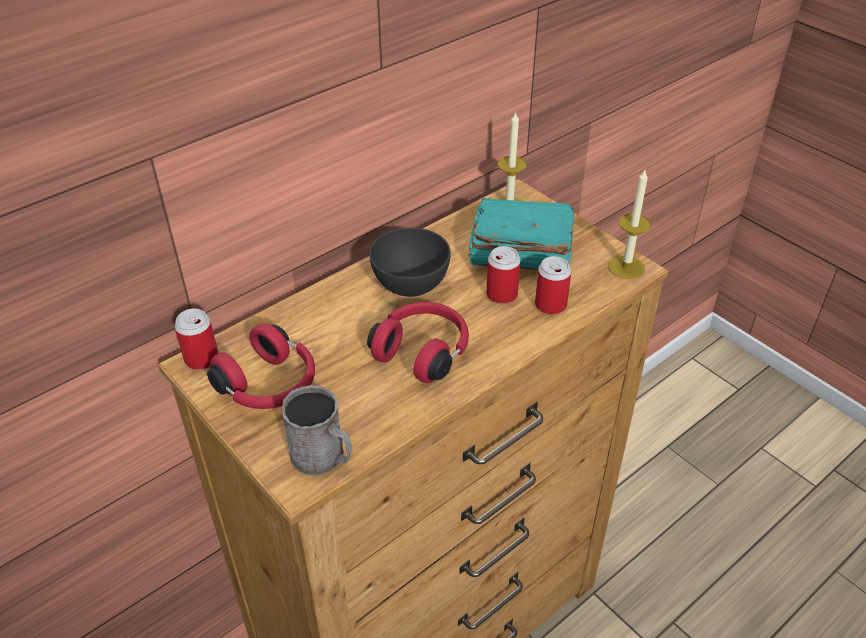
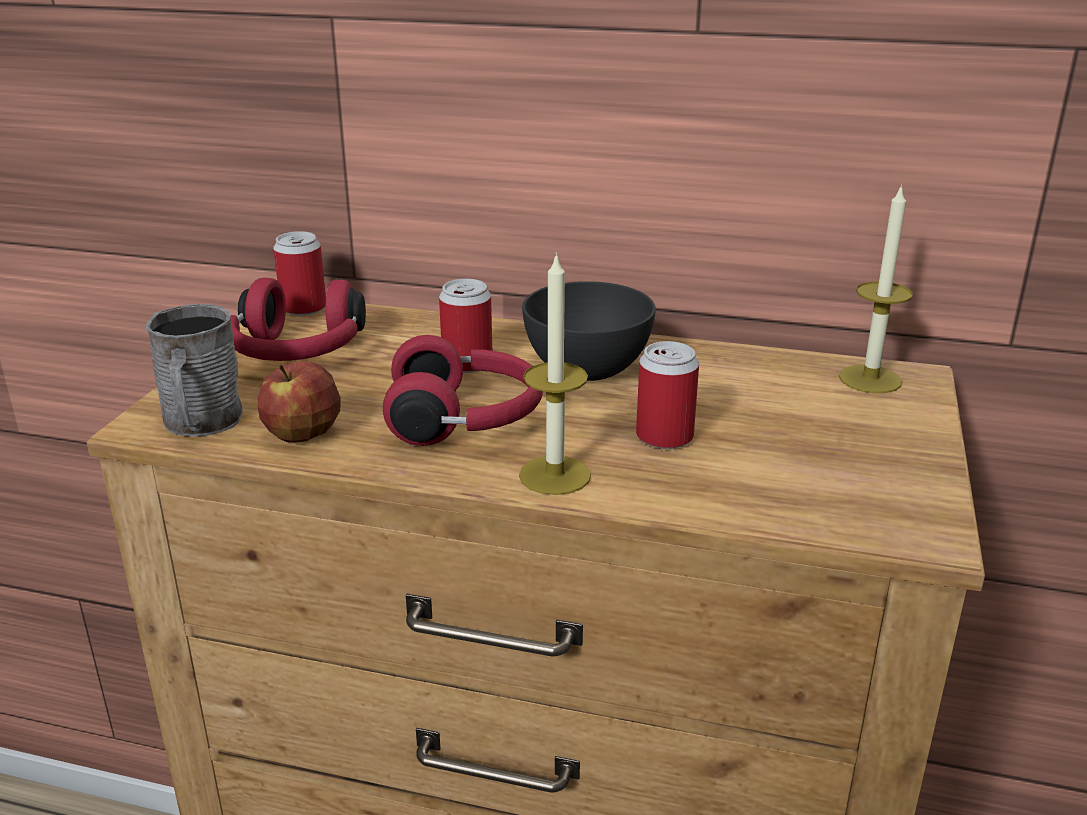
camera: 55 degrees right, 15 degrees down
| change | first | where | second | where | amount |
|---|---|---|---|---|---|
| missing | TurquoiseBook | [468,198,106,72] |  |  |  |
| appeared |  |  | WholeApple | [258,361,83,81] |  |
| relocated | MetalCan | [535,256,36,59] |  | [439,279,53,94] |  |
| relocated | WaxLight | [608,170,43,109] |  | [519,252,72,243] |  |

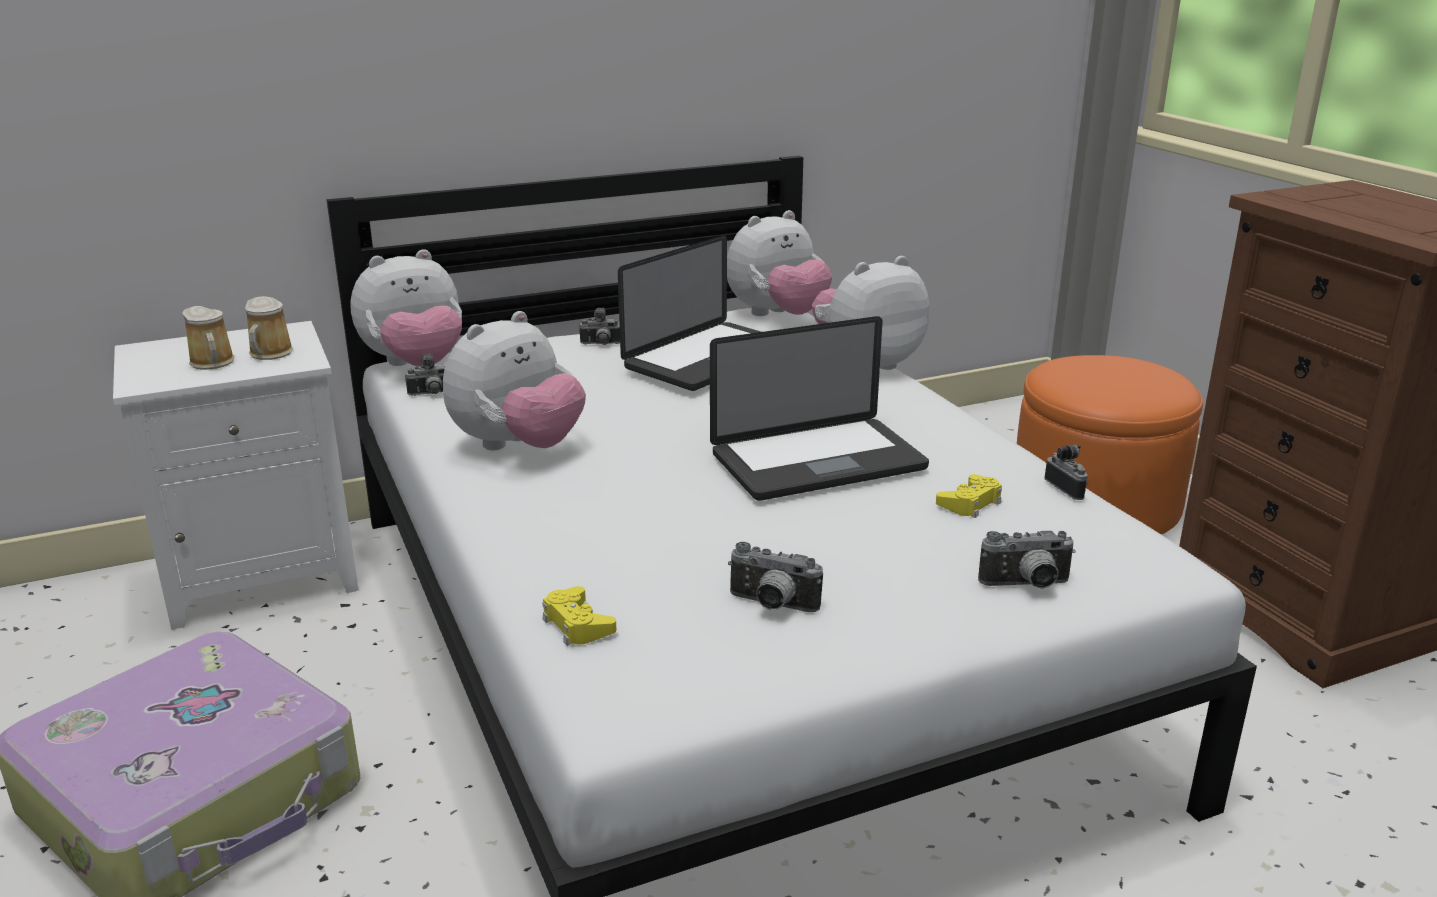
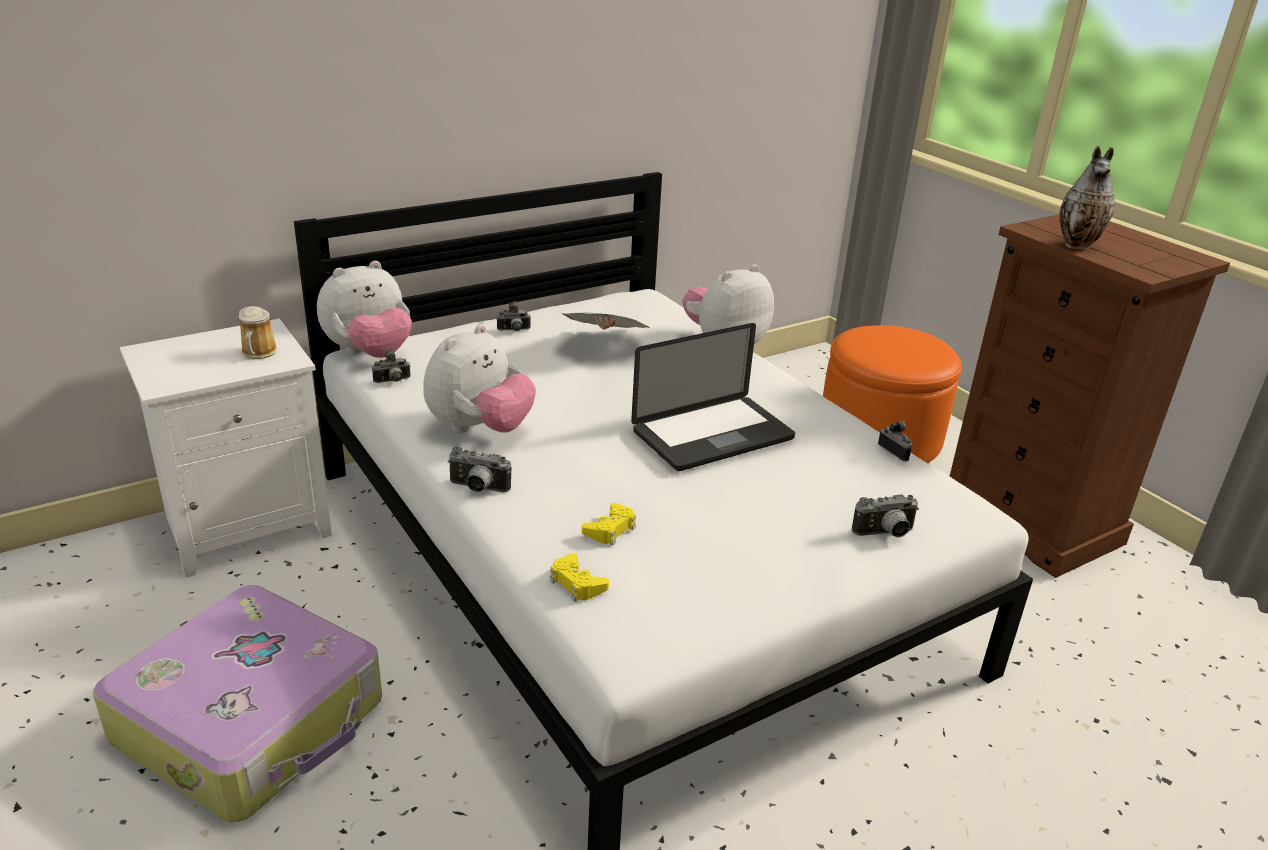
camera: 10 degrees left, 5 degrees up
| change | first | where | second | where | amount |
|---|---|---|---|---|---|
| missing | Mug | [182,306,53,64] |  |  |  |
| missing | PlushToy | [727,210,105,106] |  |  |  |
| appeared |  |  | DecorativeVase | [1059,146,56,104] |  |
| relocated | StillCamera | [728,542,95,70] |  | [447,447,64,45] |  |
| relocated | YellowColouredGamepad | [936,474,66,44] |  | [582,503,54,42] |  |
| exchanged | Laptop | [618,235,143,156] | Newspaper | [560,313,89,17] |  |

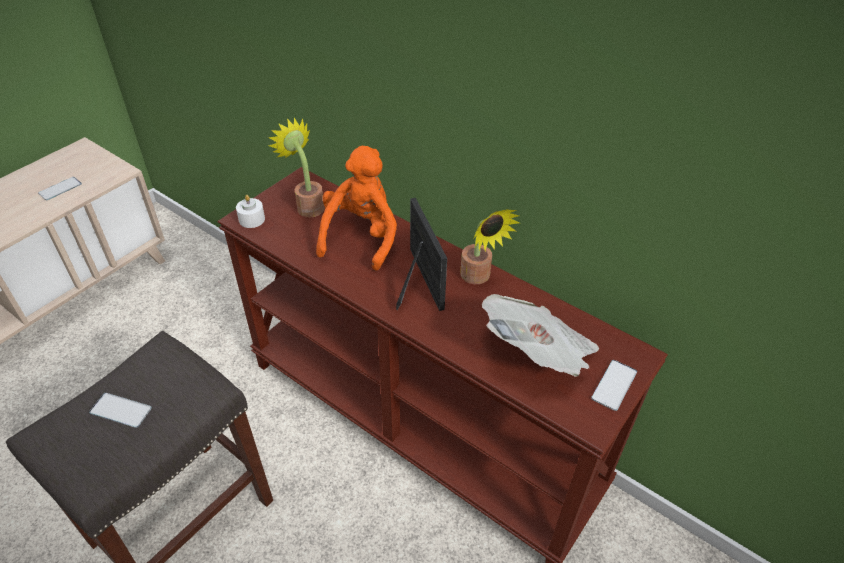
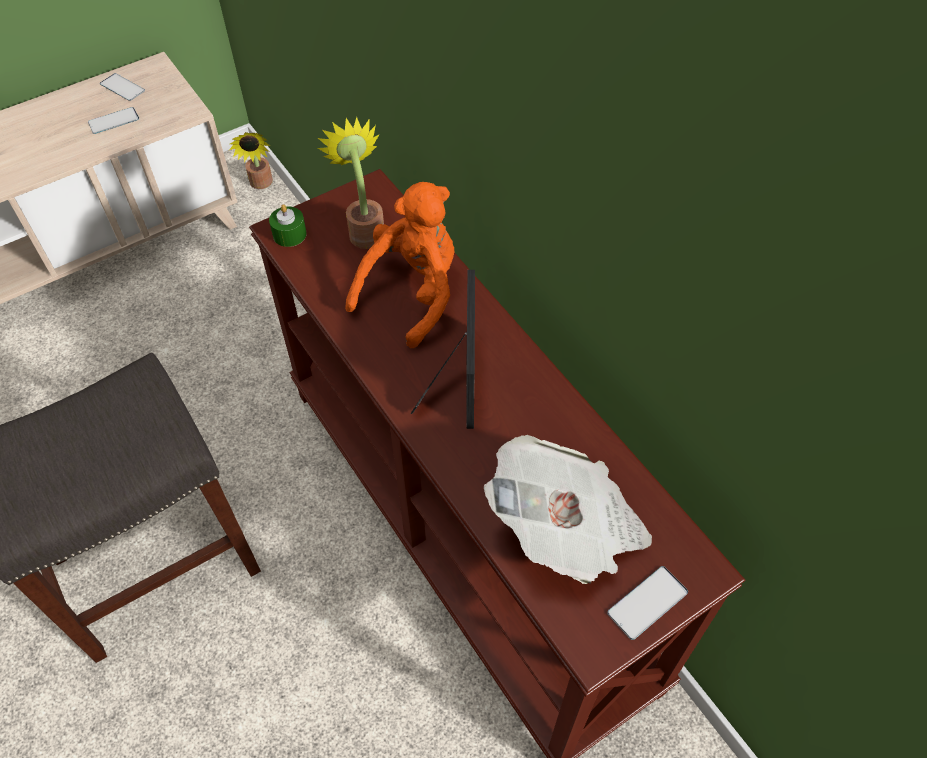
camera: 20 degrees right, 10 degrees up
| change | first | where | second | where | amount |
|---|---|---|---|---|---|
| relocated | Telephone | [89,393,63,35] |  | [100,73,45,28] |  |
| relocated | Houseplant | [460,209,60,75] |  | [229,132,44,57] |  |
| colour | WhitishWaxLight | [236,195,29,33] | GreenishWaxLight | [269,204,38,43] |  |

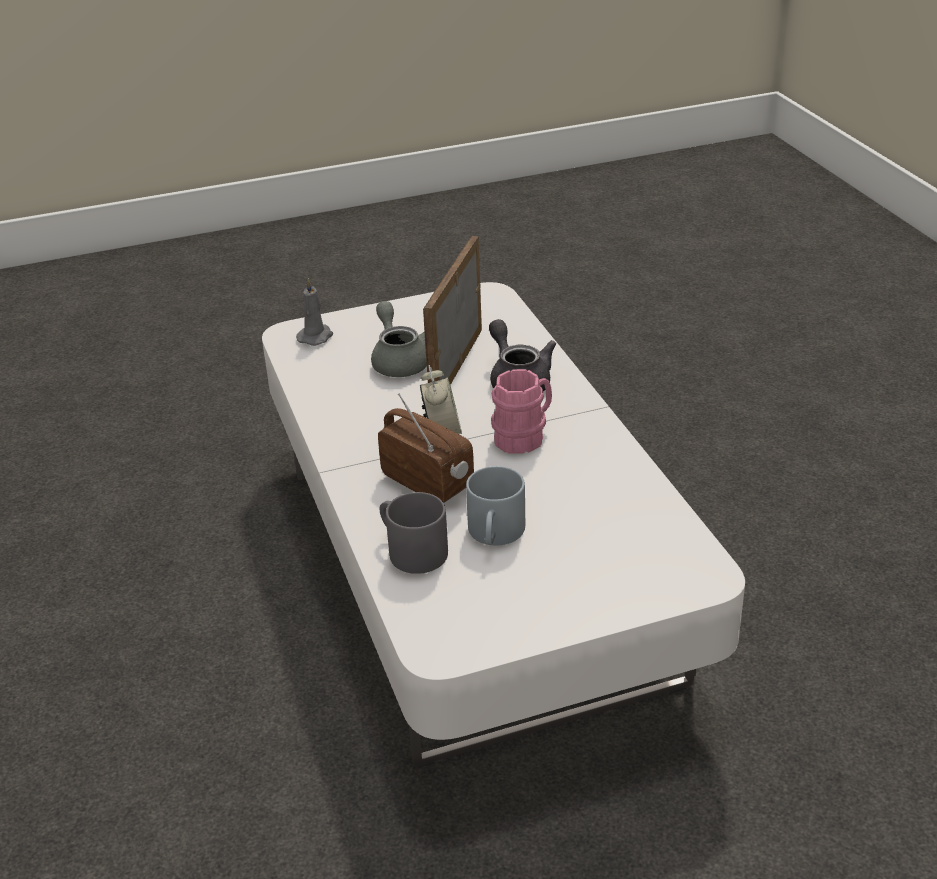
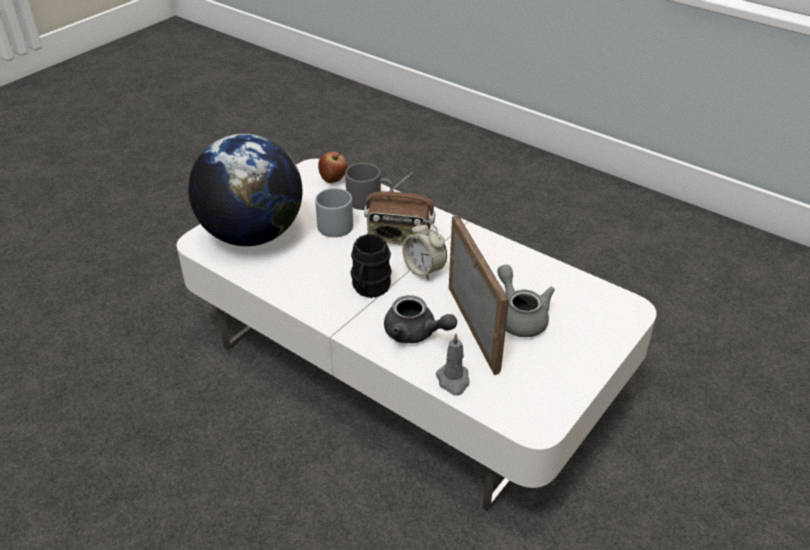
camera: 145 degrees right, 5 degrees up
| change | first | where | second | where | amount |
|---|---|---|---|---|---|
| appeared |  |  | WorldGlobe | [188,134,114,112] |  |
| appeared |  |  | WholeApple | [318,152,29,31] |  |
| relocated | GreyishWaxLight | [296,278,37,68] |  | [436,333,34,63] |  |
| colour | PinkColouredMug | [491,369,61,85] | BlackMug | [350,234,42,64] |  |
| spun | GreyishTeaPot | [371,301,56,76] |  | [497,264,58,73] | 150 degrees counterclockwise |

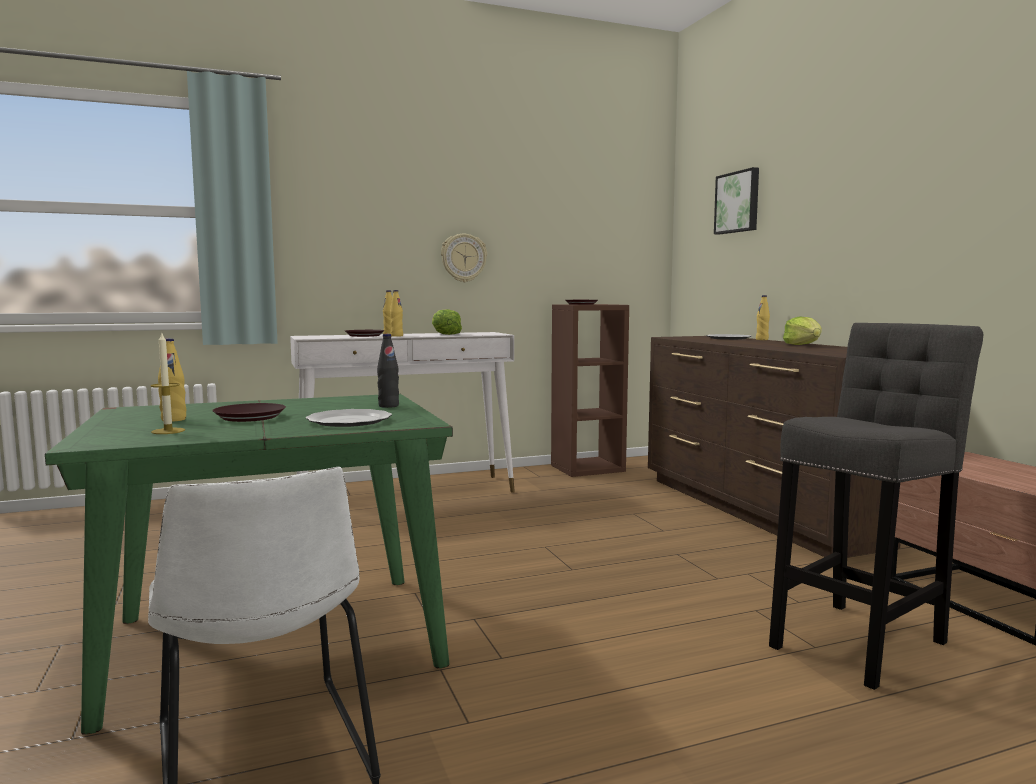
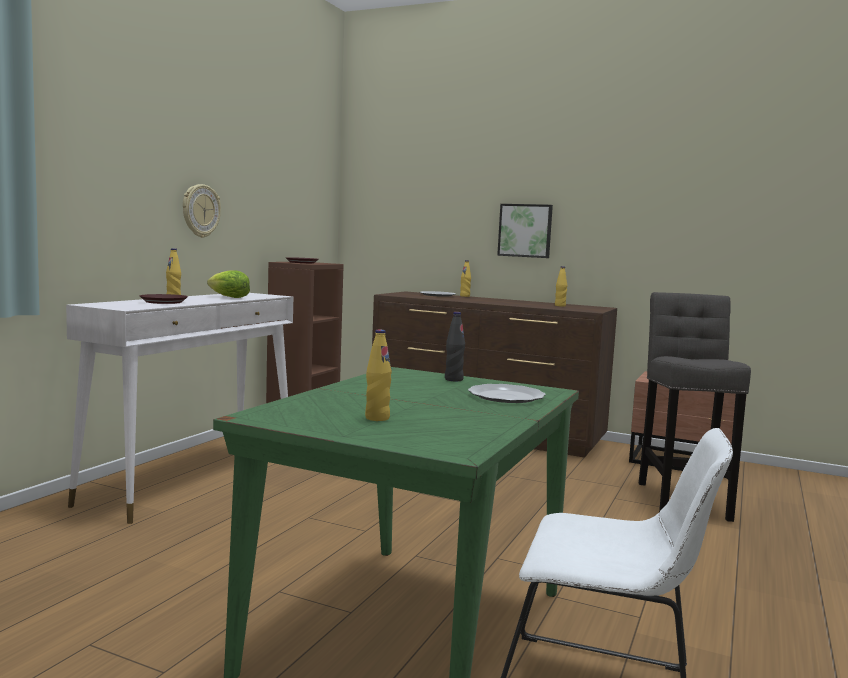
camera: 45 degrees left, 0 degrees up
| change | first | where | second | where | amount |
|---|---|---|---|---|---|
| missing | WaxLight | [151,333,34,101] |  |  |  |
| missing | BrownColouredFlatDish | [212,403,74,19] |  |  |  |
| missing | LettuceHead | [783,317,39,28] |  |  |  |
| relocated | YellowColouredDrinkBottle | [390,290,13,47] |  | [555,266,12,41] |  |
| relocated | Picture | [714,167,45,68] |  | [497,204,56,54] |  |

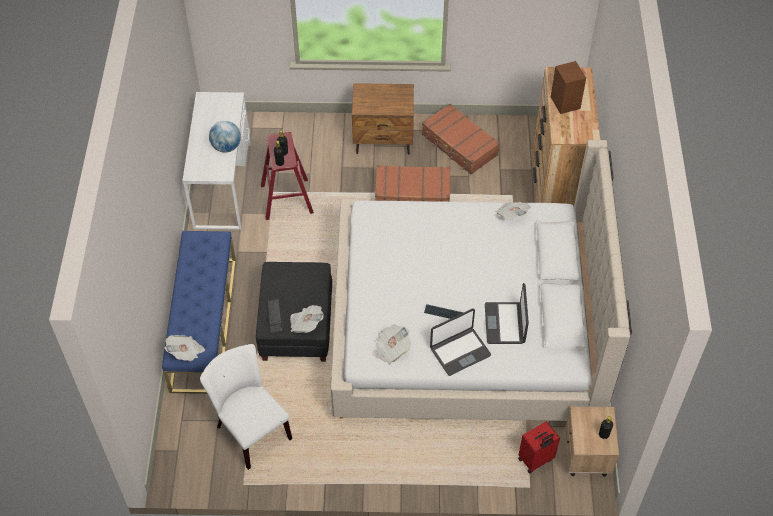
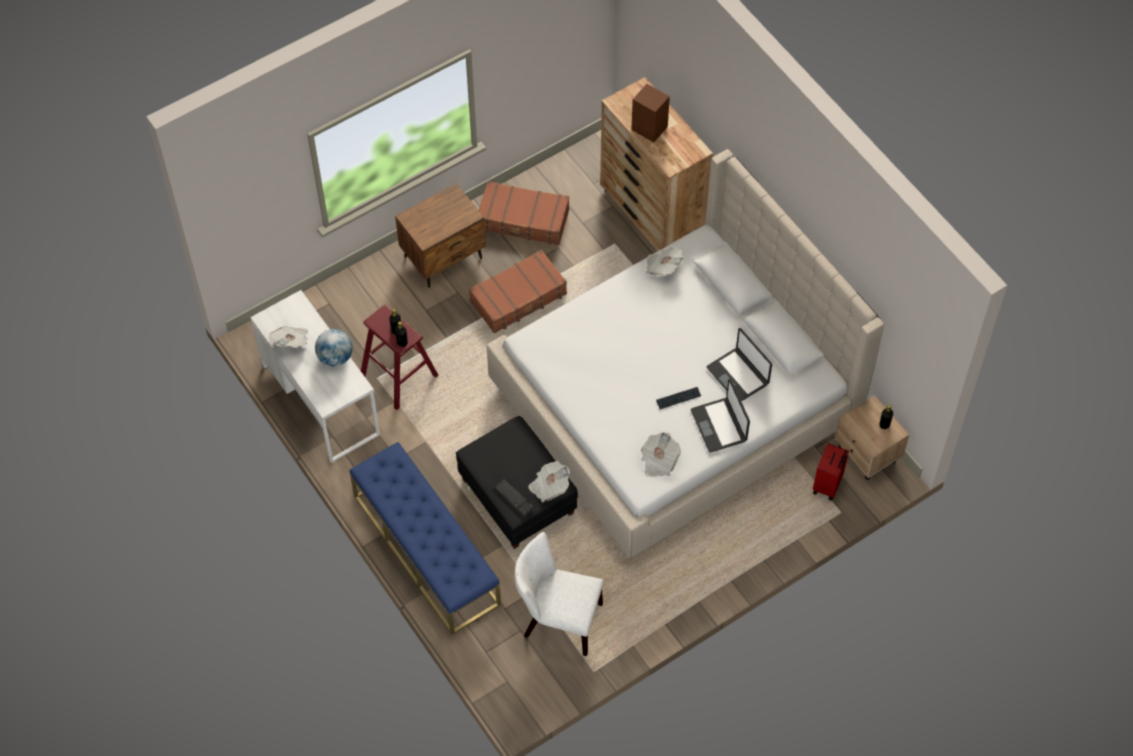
camera: 35 degrees left, 5 degrees up
| change | first | where | second | where | amount |
|---|---|---|---|---|---|
| relocated | Newspaper | [165,335,40,26] |  | [269,326,39,22] |  |
| spun | Laptop | [430,308,61,68] |  | [691,379,59,73] | 135 degrees clockwise |

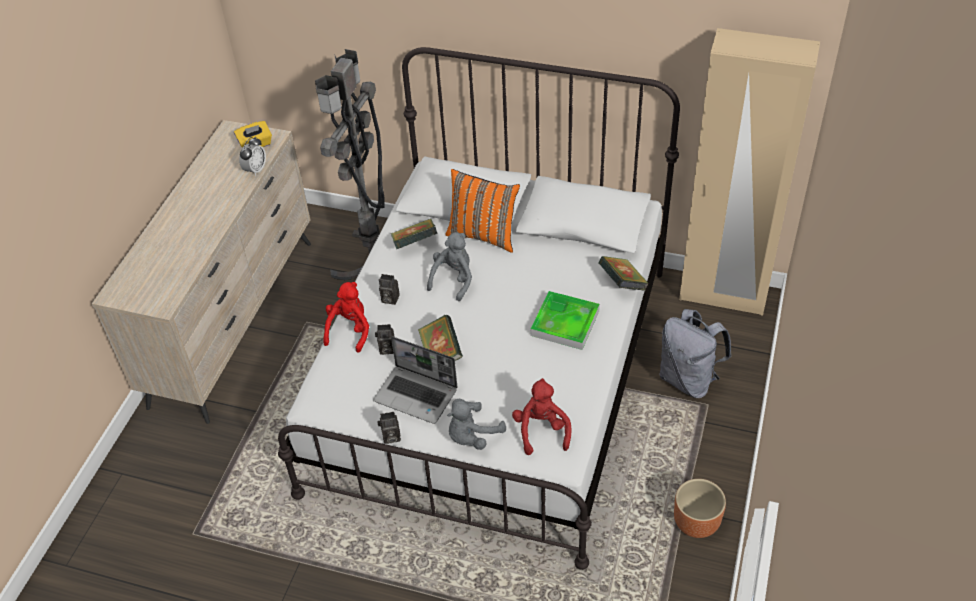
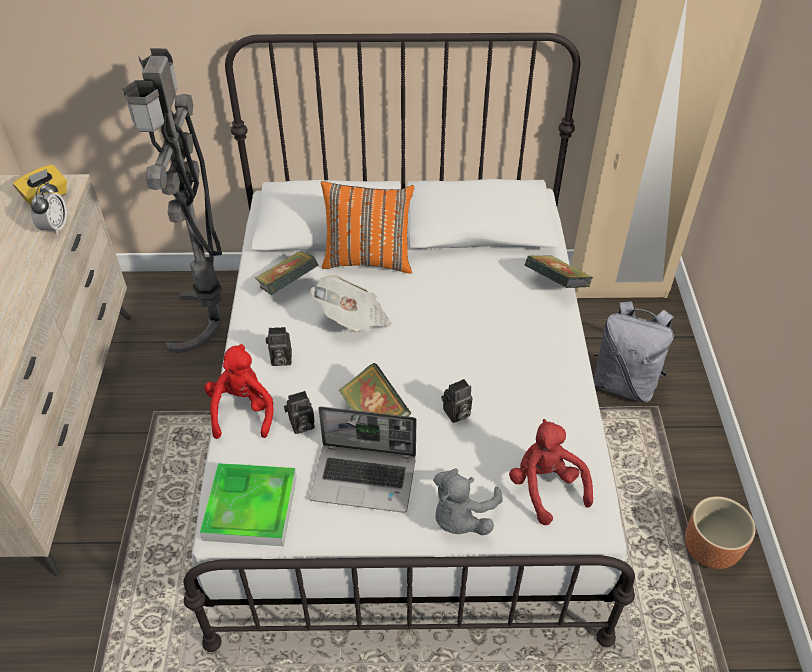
camera: 20 degrees left, 0 degrees up
| change | first | where | second | where | amount |
|---|---|---|---|---|---|
| relocated | StillCamera | [377,412,24,32] |  | [441,379,31,44] |  |
| relocated | Tray | [530,291,70,59] |  | [200,463,97,83] |  |
| exchanged | GreyishPlushToy | [427,232,45,69] | Newspaper | [311,275,81,57] |  |

